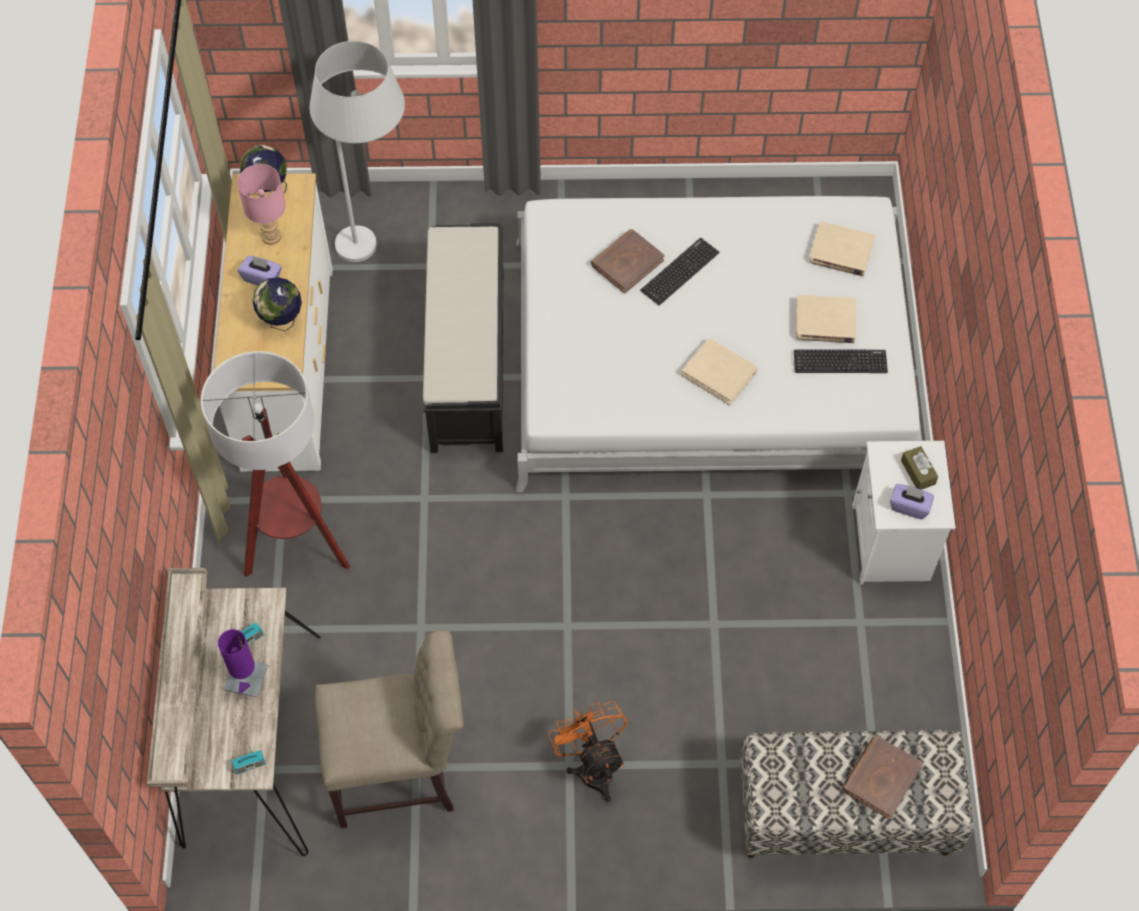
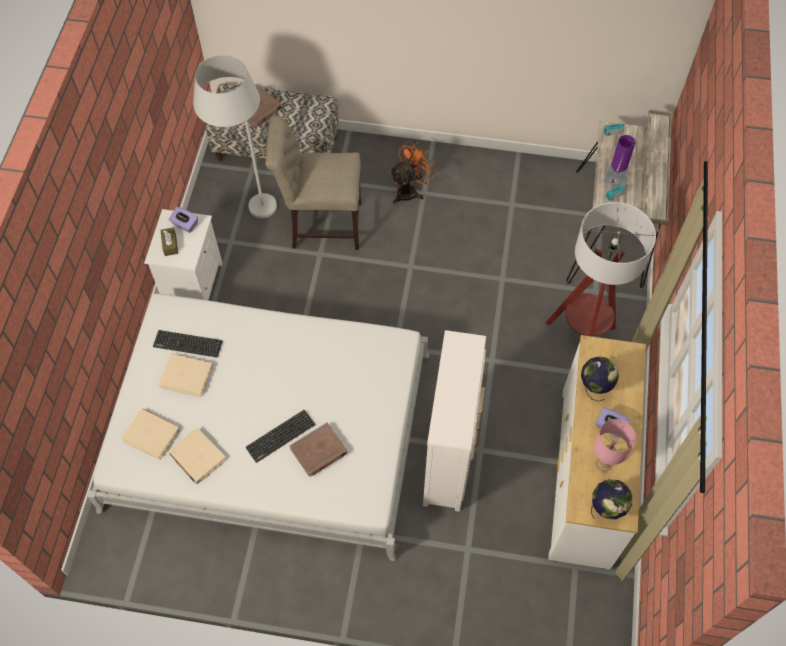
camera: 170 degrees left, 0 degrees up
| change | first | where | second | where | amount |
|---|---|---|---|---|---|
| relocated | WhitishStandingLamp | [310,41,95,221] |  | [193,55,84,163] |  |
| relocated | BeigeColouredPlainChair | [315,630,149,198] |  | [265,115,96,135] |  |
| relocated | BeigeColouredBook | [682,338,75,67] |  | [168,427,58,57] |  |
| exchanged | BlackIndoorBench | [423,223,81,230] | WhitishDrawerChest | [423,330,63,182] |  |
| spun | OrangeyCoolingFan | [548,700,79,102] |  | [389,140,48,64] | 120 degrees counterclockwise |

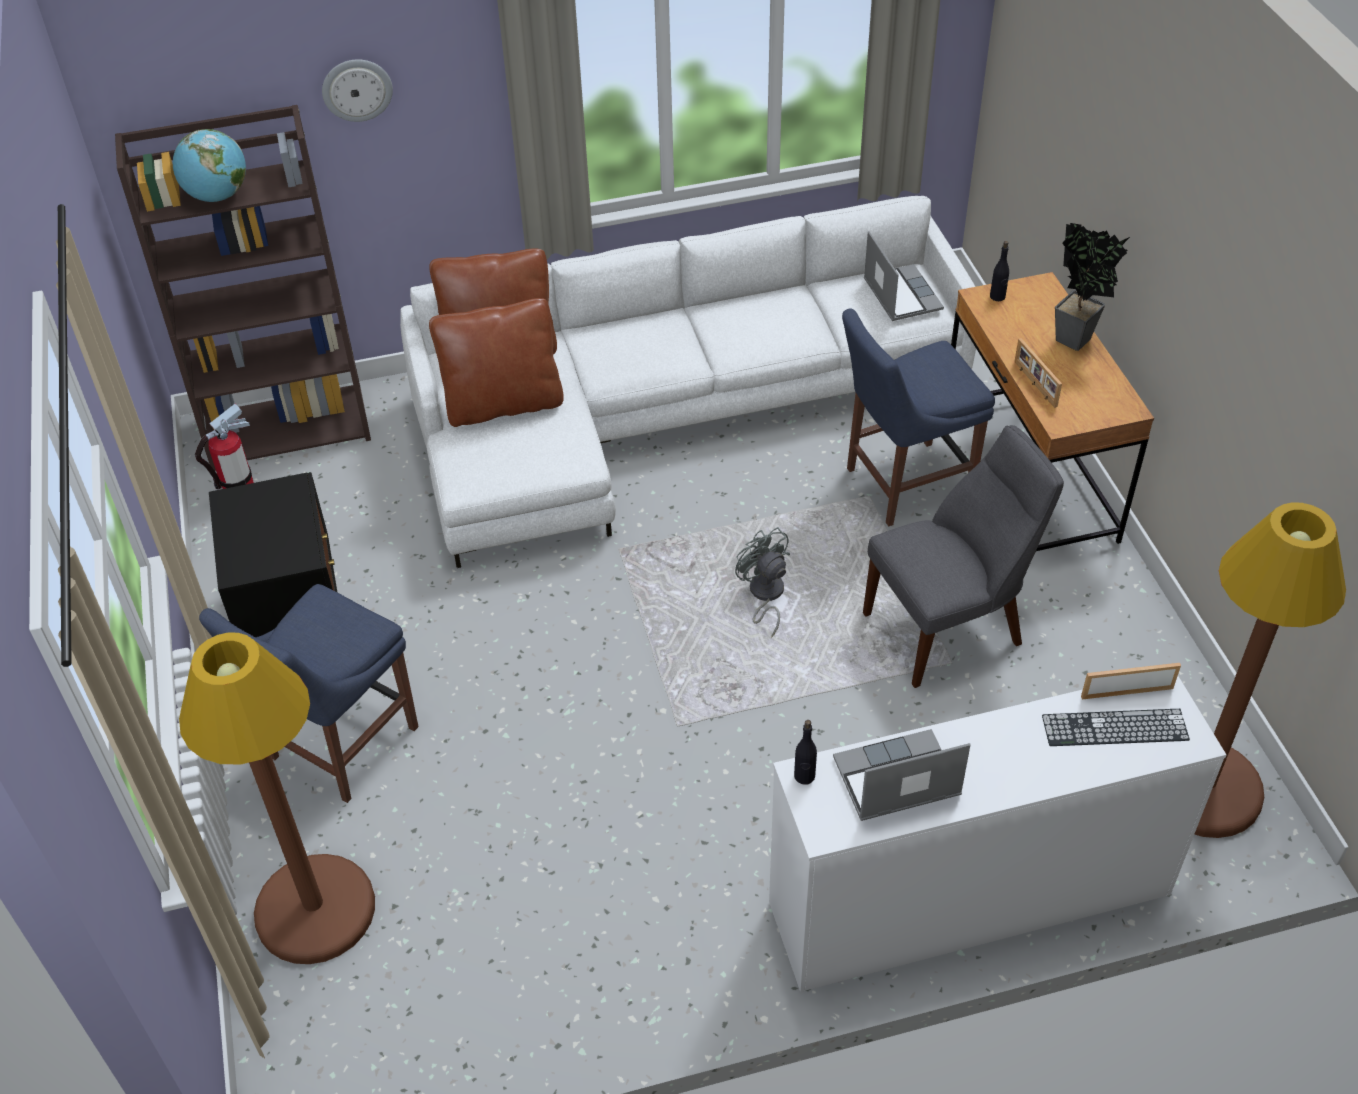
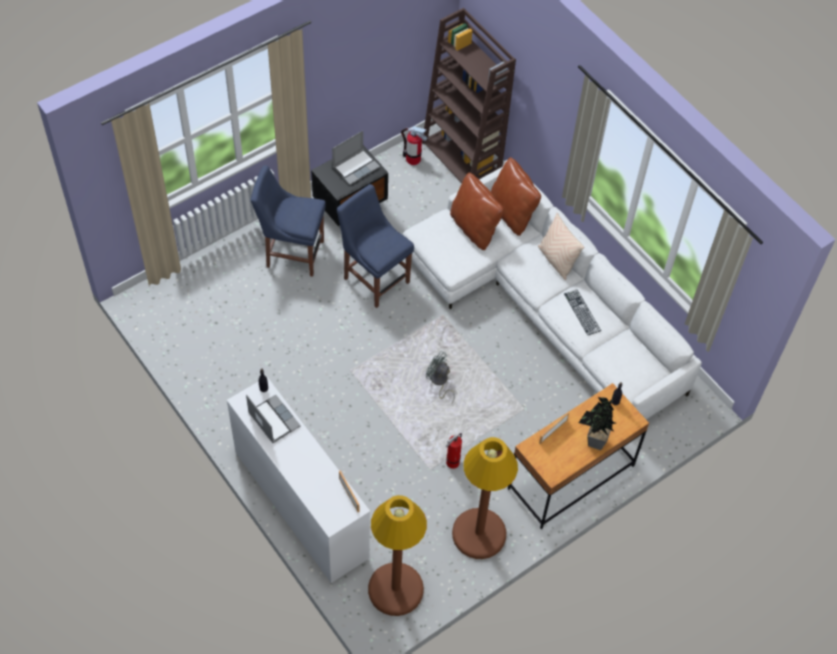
camera: 65 degrees right, 10 degrees up
| change | first | where | second | where | amount |
|---|---|---|---|---|---|
| missing | WorldGlobe | [173,129,73,73] |  |  |  |
| missing | ClockOnTheWall | [322,59,71,63] |  |  |  |
| appeared |  |  | BeigeColouredCushion | [538,213,46,67] |  |
| relocated | BrownColouredStandingLamp | [179,633,196,331] |  | [452,437,66,122] |  |
| relocated | BluePlainChair | [842,308,153,218] |  | [337,184,77,124] |  |
| relocated | Laptop | [864,231,80,90] |  | [332,130,48,55] |  |
| relocated | Keyboard | [1042,709,148,37] |  | [564,289,37,46] |  |
| exchanged | GreyishPlainChair | [863,425,201,263] | Extinguisher | [446,433,16,36] |  |
| spun | GreyishCoolingFan | [735,527,55,110] |  | [426,351,29,53] | 90 degrees counterclockwise |

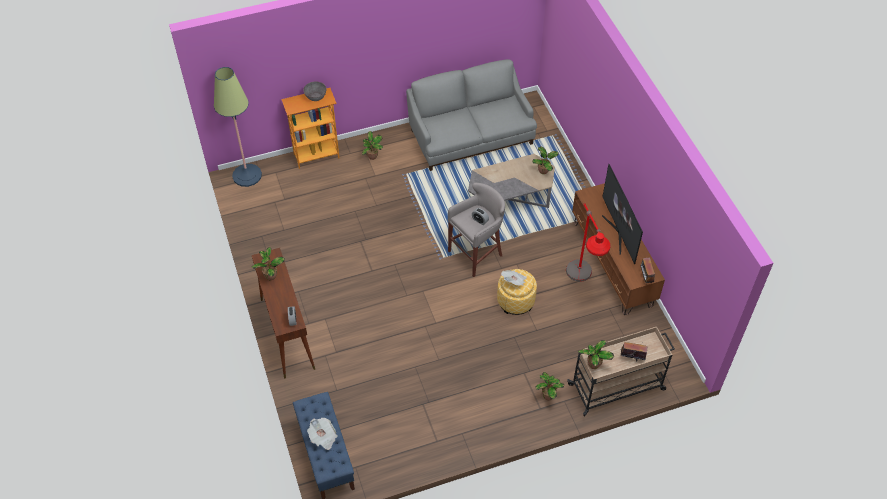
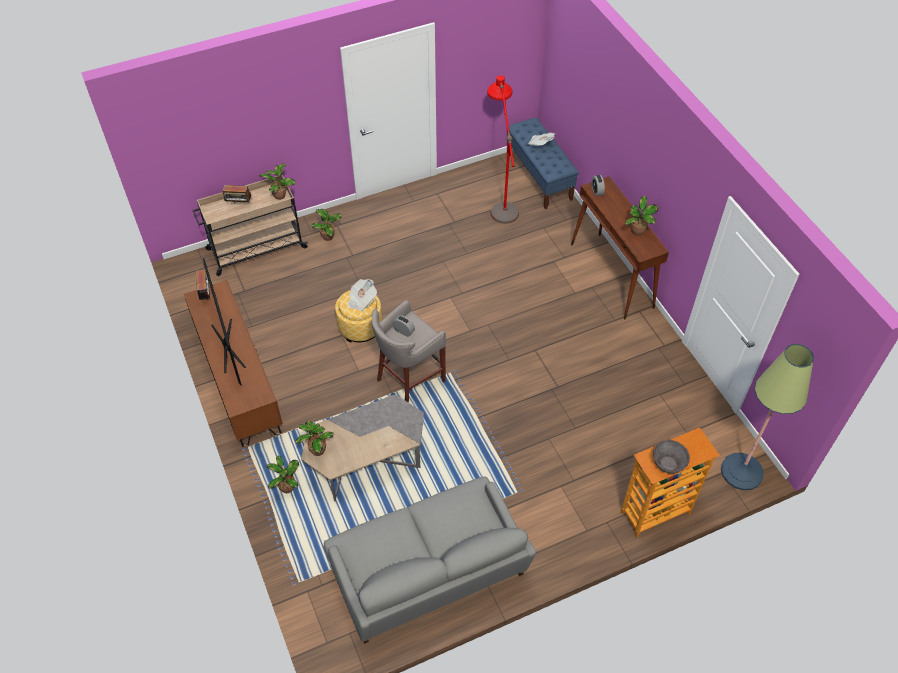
camera: 175 degrees right, 0 degrees up
| change | first | where | second | where | amount |
|---|---|---|---|---|---|
| relocated | Houseplant | [362,131,21,29] |  | [267,456,32,37] |  |
| relocated | ReddishStandingLamp | [566,203,44,79] |  | [487,75,32,149] |  |

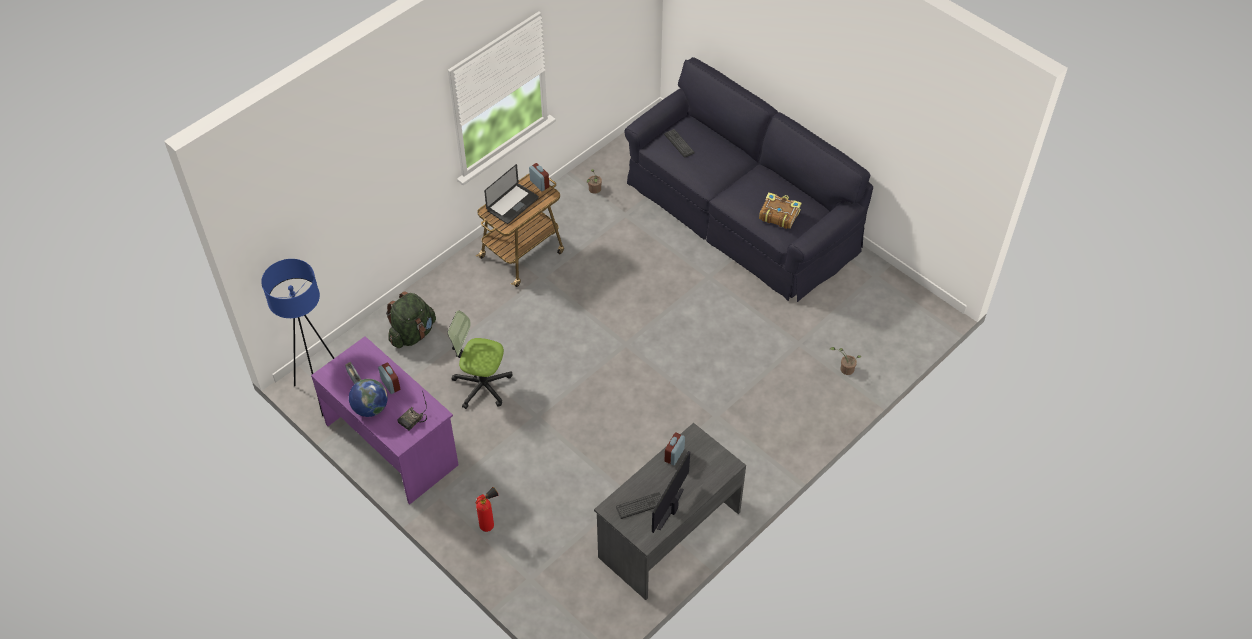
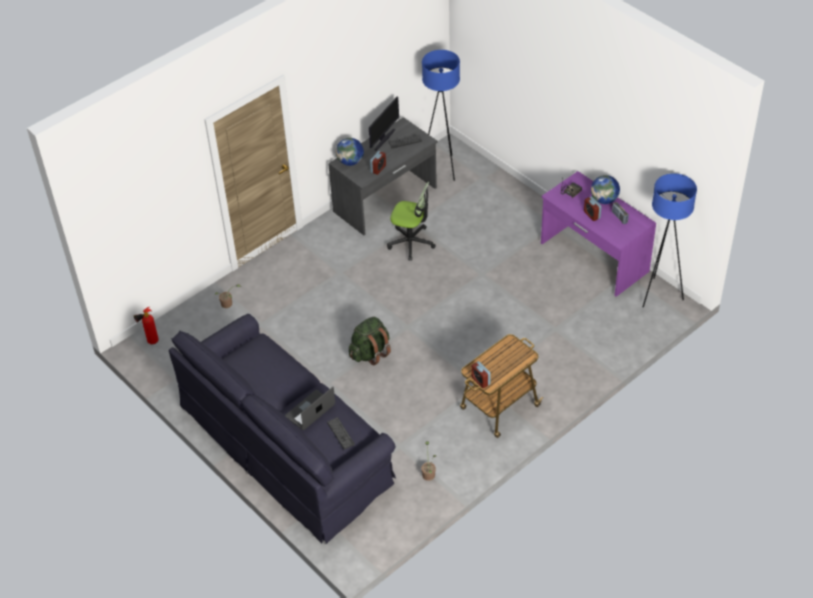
camera: 175 degrees left, 5 degrees down
| change | first | where | second | where | amount |
|---|---|---|---|---|---|
| missing | Book | [759,192,43,37] |  |  |  |
| appeared |  |  | WorldGlobe | [336,138,28,28] |  |
| appeared |  |  | BlueStandingLamp | [422,50,38,131] |  |
| relocated | GreenishBackpack | [386,291,50,57] |  | [349,317,42,48] |  |
| relocated | DeskChair | [448,310,65,99] |  | [387,182,49,79] |  |
| relocated | Extinguisher | [476,487,22,45] |  | [134,307,25,37] |  |
| relocated | Laptop | [484,164,55,60] |  | [285,387,50,43] |  |

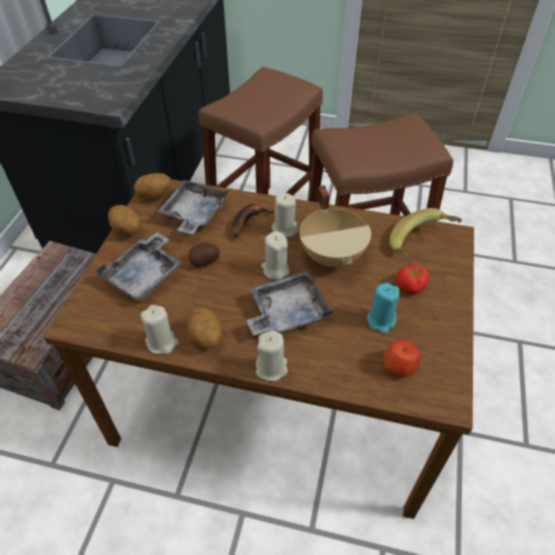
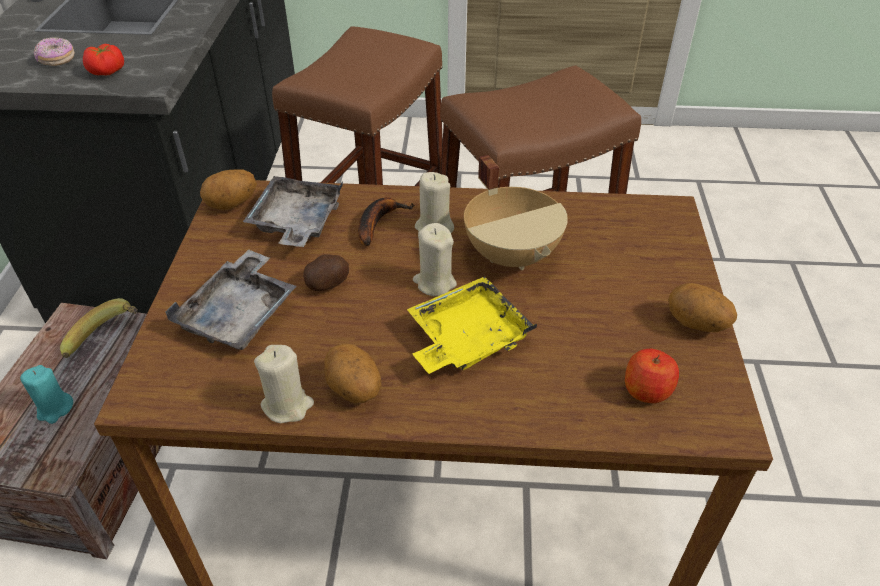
camera: 10 degrees left, 5 degrees down
| change | first | where | second | where | amount |
|---|---|---|---|---|---|
| missing | BeigeColouredWaxLight | [256,331,32,50] |  |  |  |
| appeared |  |  | RingDoughnut | [34,37,41,29] |  |
| relocated | Spud | [108,205,33,30] |  | [668,283,69,49] |  |
| relocated | TurquoiseWaxLight | [367,282,32,52] |  | [20,365,53,59] |  |
| relocated | BananaFruit | [389,208,73,45] |  | [60,298,78,60] |  |
| relocated | Tomato | [396,264,33,30] |  | [83,44,41,32] |  |
| colour | GreyishTray | [246,271,87,65] | YellowColouredTray | [407,276,131,98] |  |

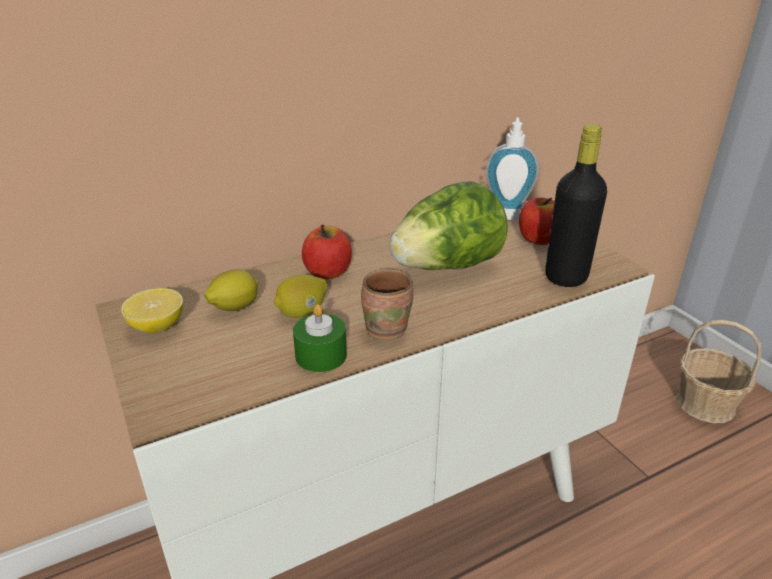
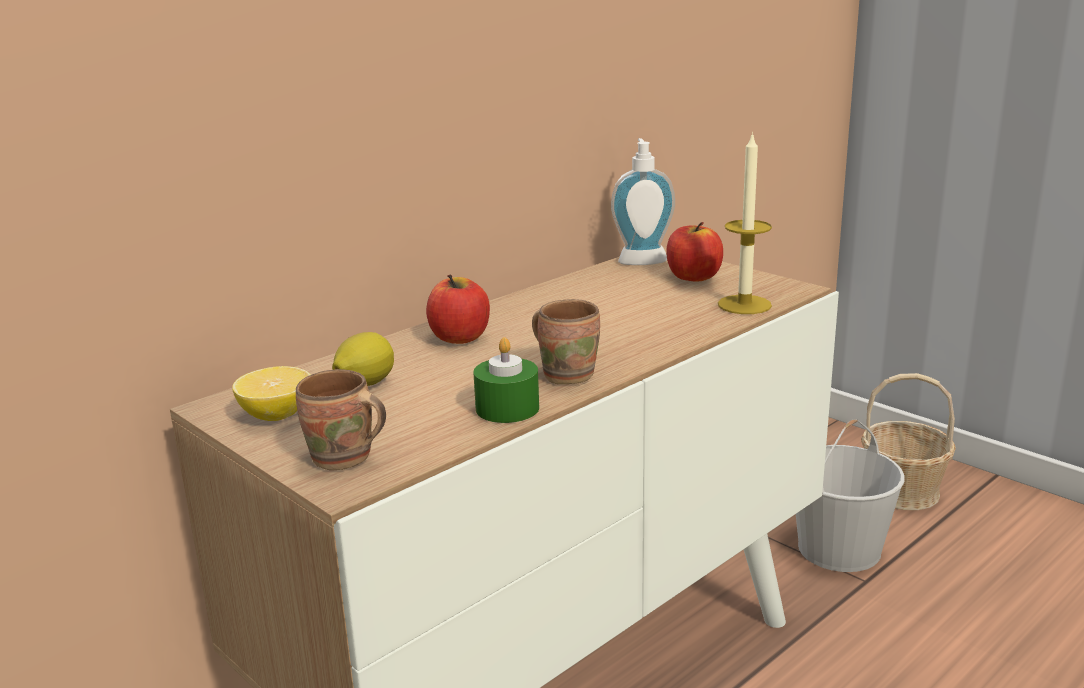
camera: 15 degrees left, 10 degrees down
| change | first | where | second | where | amount |
|---|---|---|---|---|---|
| missing | WholeLemon | [274,274,54,44] |  |  |  |
| missing | LettuceHead | [389,182,118,88] |  |  |  |
| appeared |  |  | BrownColouredMug | [296,369,90,101] |  |
| appeared |  |  | WhitishBucket | [796,419,109,153] |  |
| exchanged | BlackDrinkBottle | [545,124,62,163] | WaxLight | [718,132,54,182] |  |

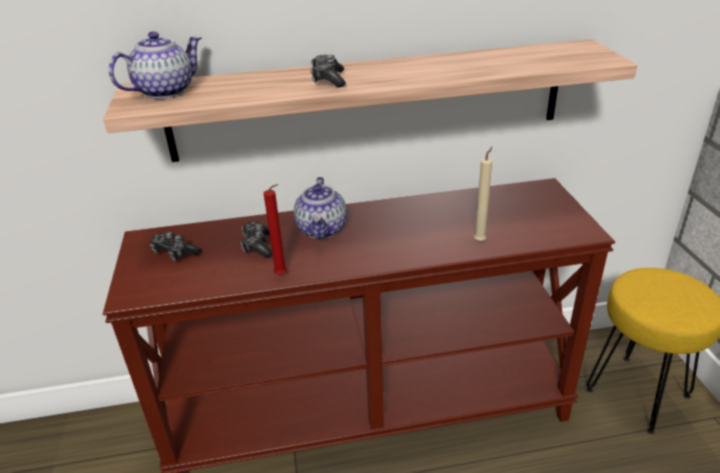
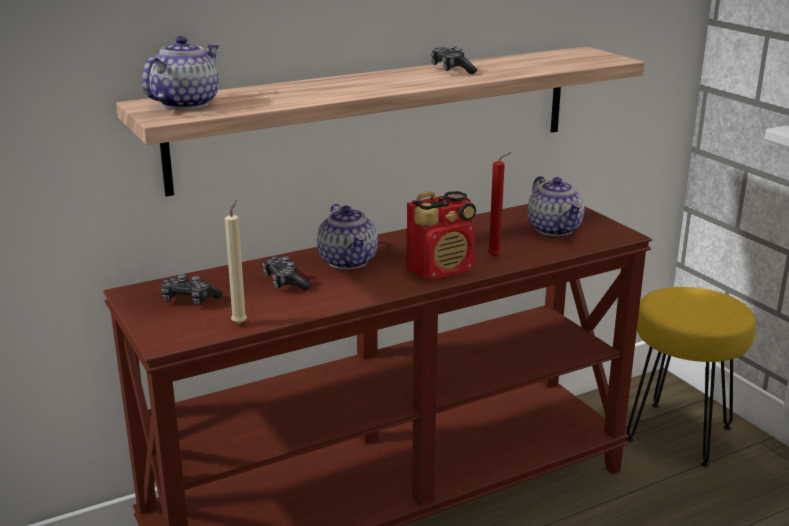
camera: 20 degrees left, 10 degrees down
| change | first | where | second | where | amount |
|---|---|---|---|---|---|
| appeared |  |  | RadioSet | [407,191,69,88] |  |
| appeared |  |  | TeaPot | [527,176,57,60] |  |
| relocated | ReddishWaxLight | [264,184,23,91] |  | [488,152,24,105] |  |
| relocated | Gamepad | [311,55,35,33] |  | [430,46,47,28] |  |
| relocated | BeigeColouredWaxLight | [474,147,19,95] |  | [225,200,22,124] |  |

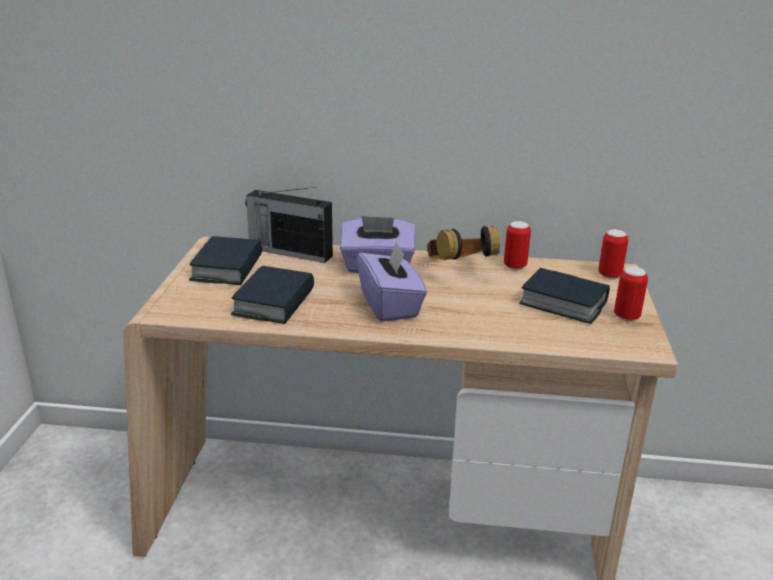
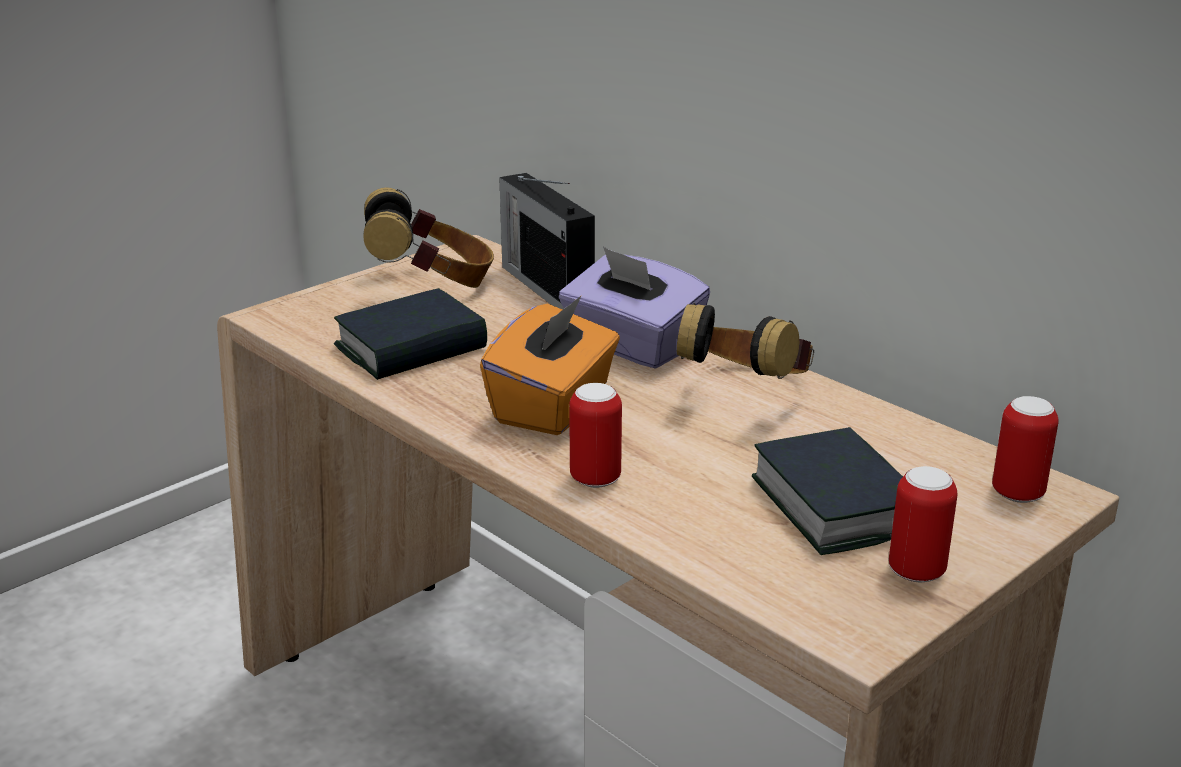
camera: 40 degrees right, 0 degrees up
| change | first | where | second | where | amount |
|---|---|---|---|---|---|
| relocated | MetalCan | [504,221,27,49] |  | [569,383,53,105] |  |
| exchanged | Book | [189,236,73,49] | PairOfHeadphones | [364,187,130,101] |  |
| colour | PurpleColouredBoxOfTissues | [357,241,70,81] | OrangeyBoxOfTissues | [480,295,140,140] |  |

